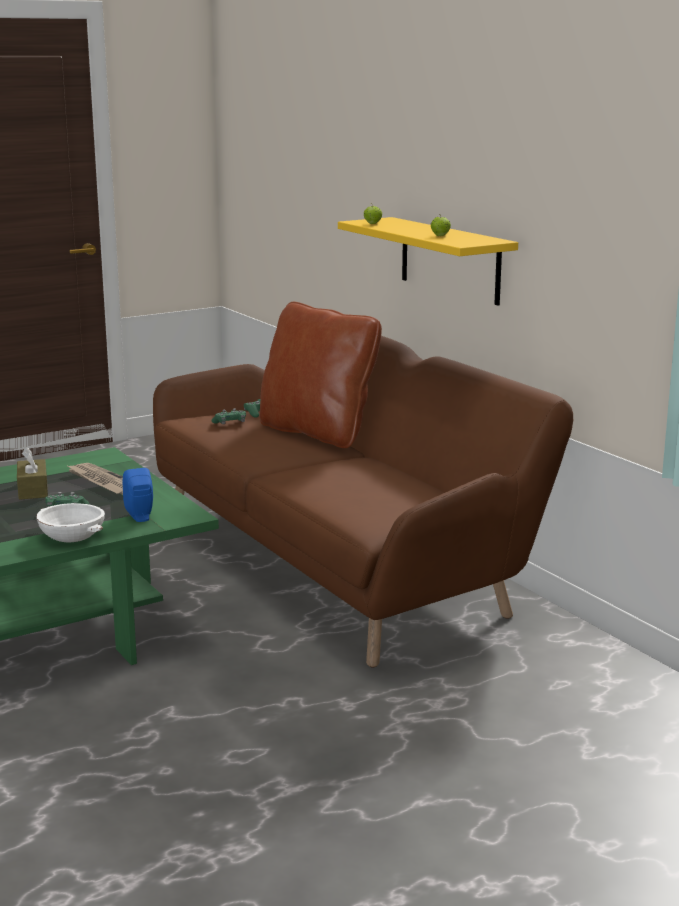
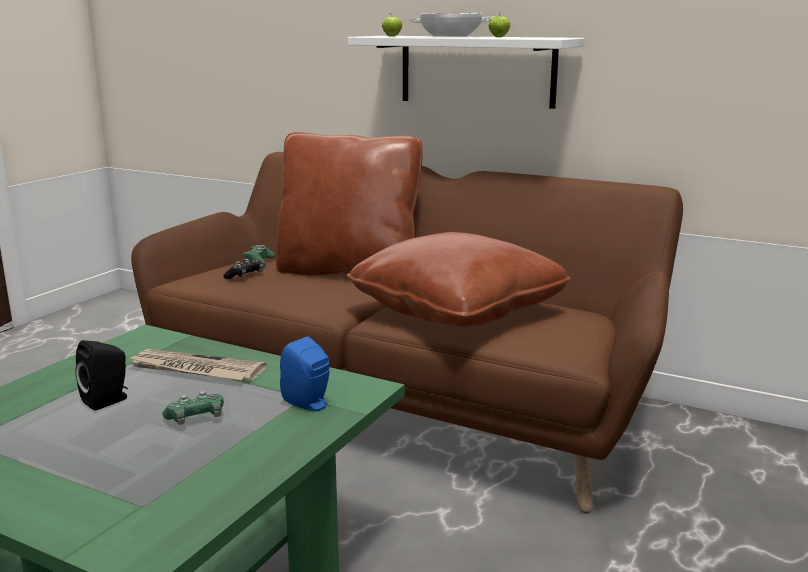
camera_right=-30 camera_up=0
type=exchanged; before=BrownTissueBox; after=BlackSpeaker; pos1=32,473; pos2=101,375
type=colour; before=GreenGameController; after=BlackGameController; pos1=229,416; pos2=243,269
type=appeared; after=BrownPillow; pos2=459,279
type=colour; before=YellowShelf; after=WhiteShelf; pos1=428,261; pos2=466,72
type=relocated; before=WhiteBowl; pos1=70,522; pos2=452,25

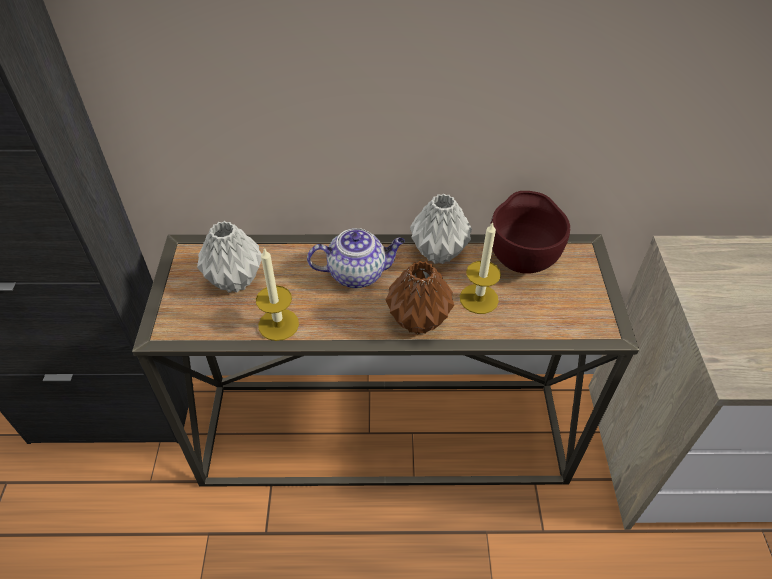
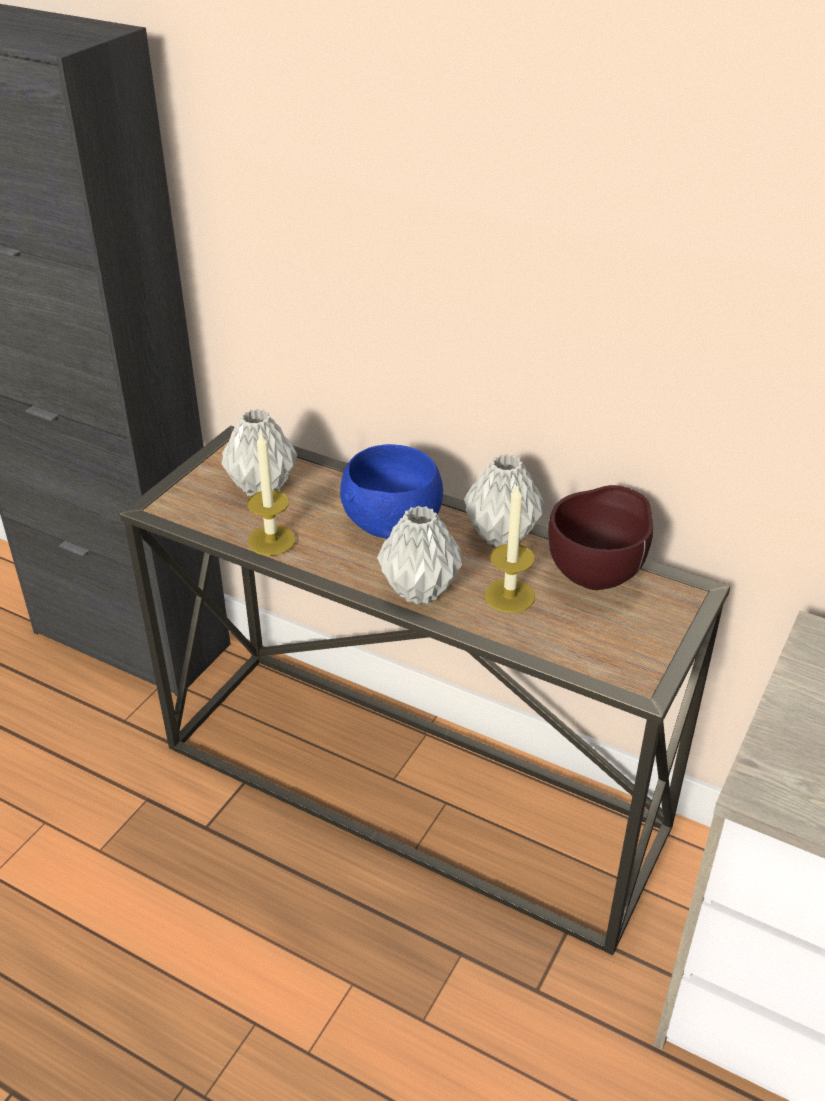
camera_right=30 camera_up=-10
type=exchanged; before=Teapot; after=BlueBowl; pos1=356,258; pos2=391,491
type=colour; before=BrownVase; after=GreyVase; pos1=420,298; pos2=419,555

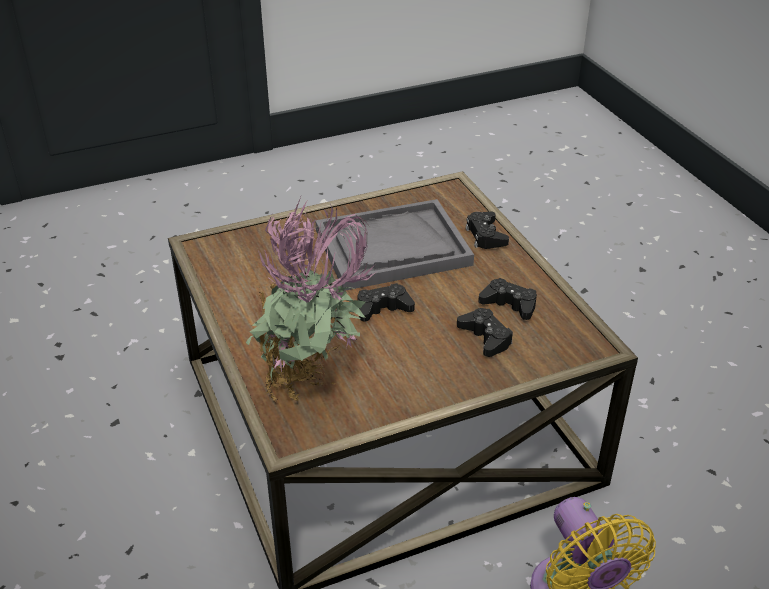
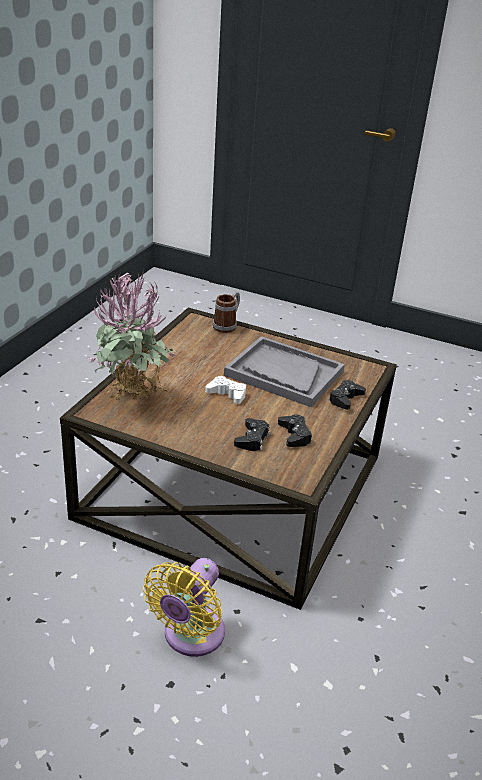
camera_right=45 camera_up=-5
type=colour; before=BlackGameController; after=WhiteGameController; pos1=386,302; pos2=225,390
type=appeared; after=Mug; pos2=226,312

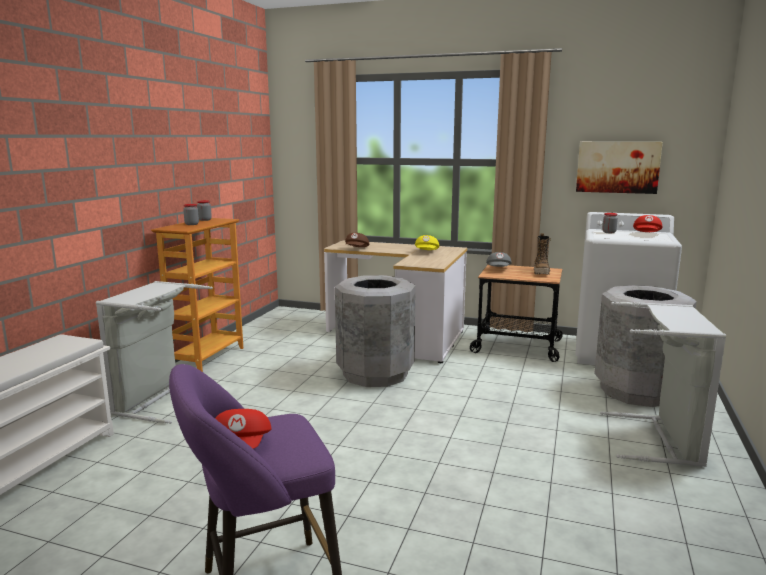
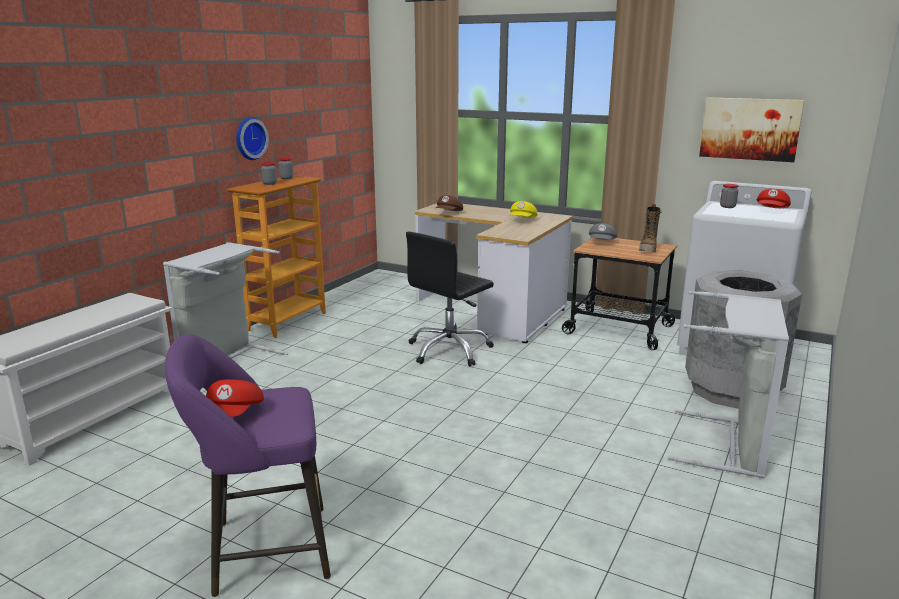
camera_right=10 camera_up=5
type=appeared; after=WallClock; pos2=252,138
type=exchanged; before=GreyTrashCan; after=BlackOfficeChair; pos1=375,331; pos2=450,299

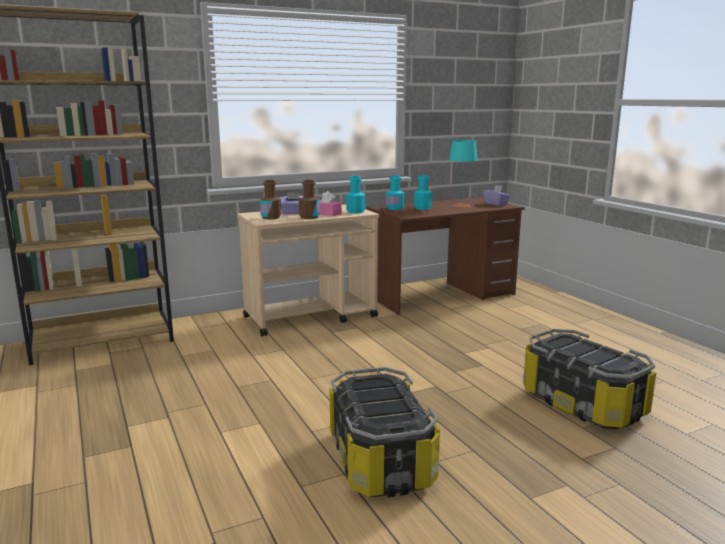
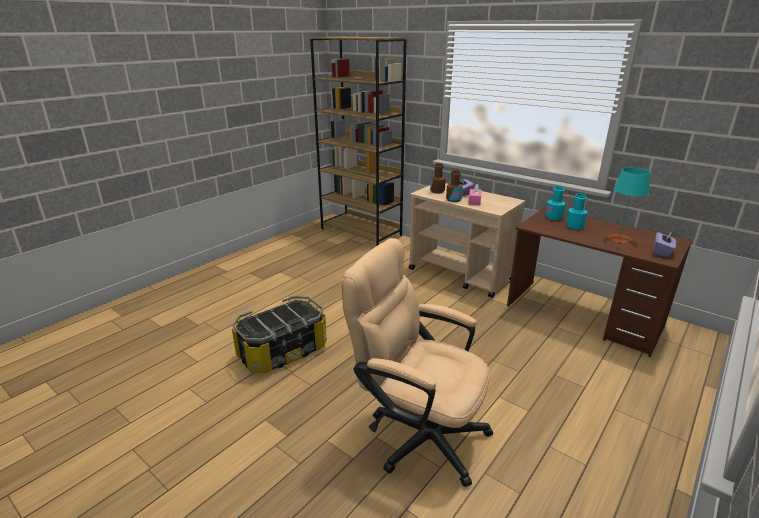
camera_right=65 camera_up=10
type=exchanged; before=StorageBox; after=BeigeOfficeChair; pos1=590,379; pos2=417,362
type=missing; before=TurquoiseBottle; pos1=355,195

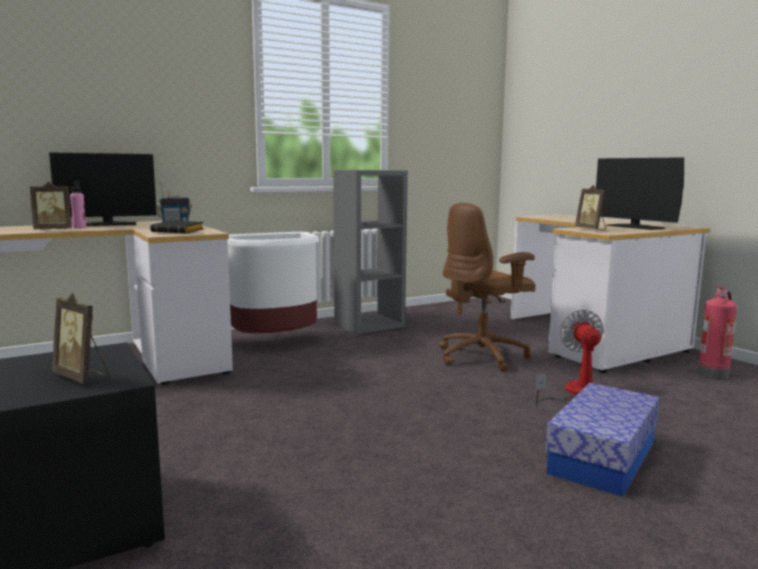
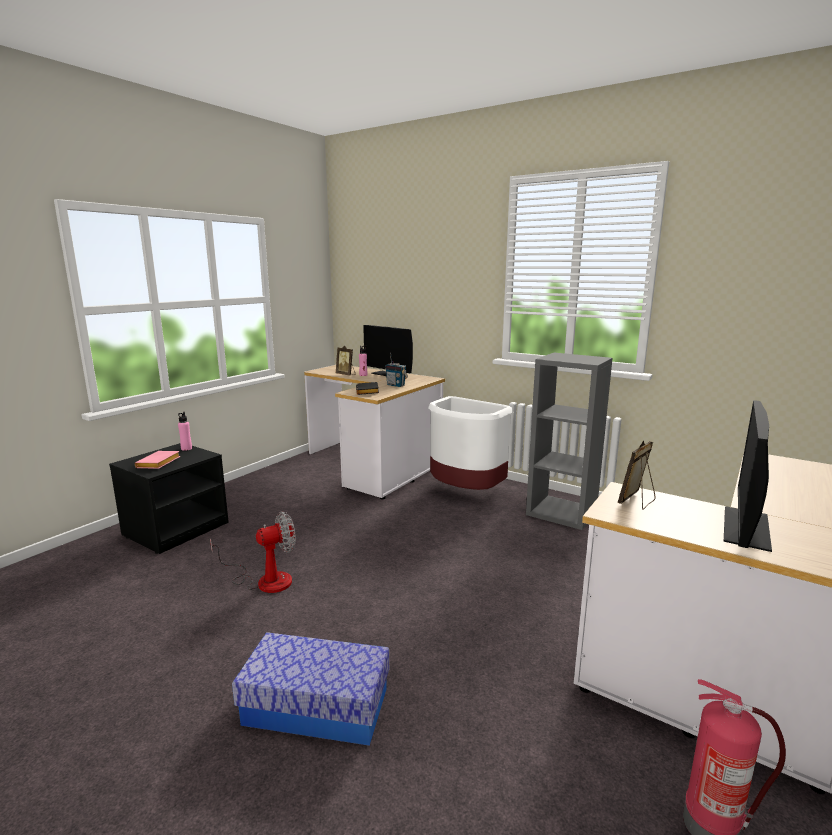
camera_right=65 camera_up=5
type=exchanged; before=PictureFrame; after=PinkBook; pos1=80,338; pos2=157,460
type=appeared; after=PinkBottle; pos2=185,431
type=relocated; before=Fan; pos1=570,358; pos2=253,552
type=missing; before=BrownOfficeChair; pos1=487,287

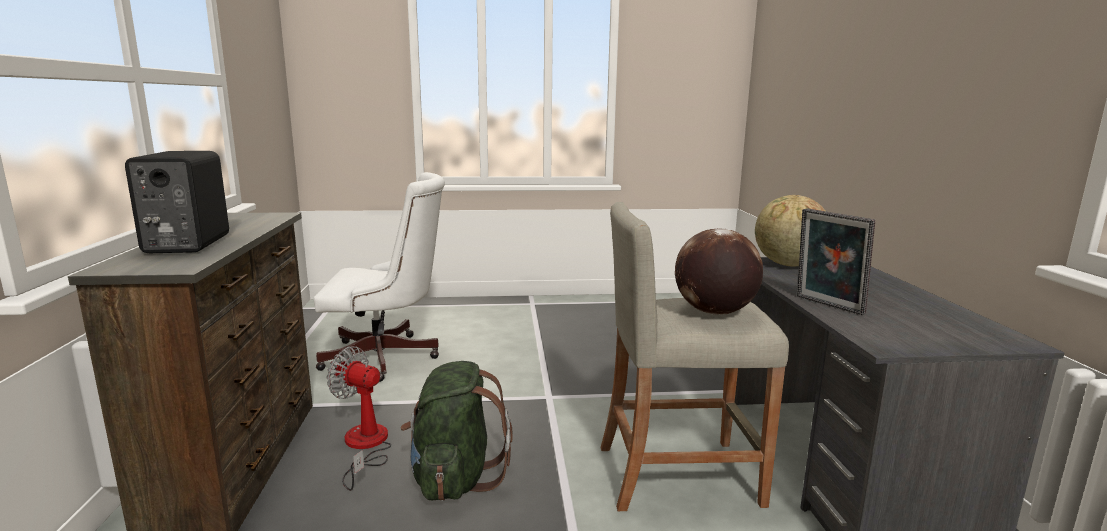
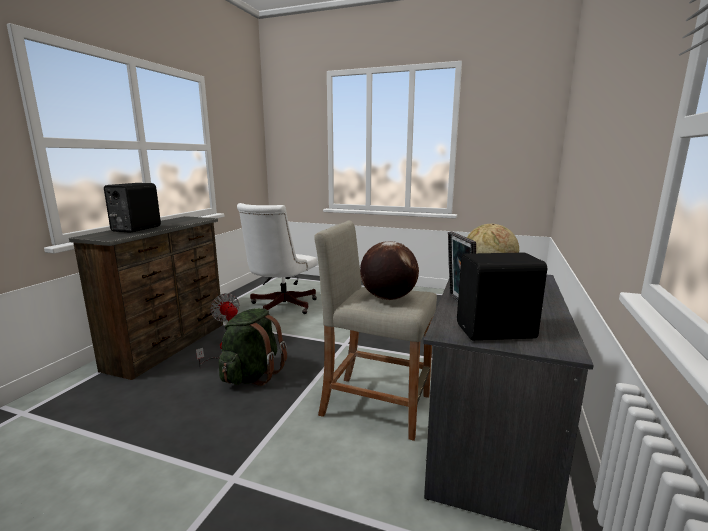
camera_right=25 camera_up=0
type=spun; before=WhiteOfficeChair; pos1=379,277; pos2=277,258; turn=90
type=appeared; after=BlackSpeaker; pos2=502,296

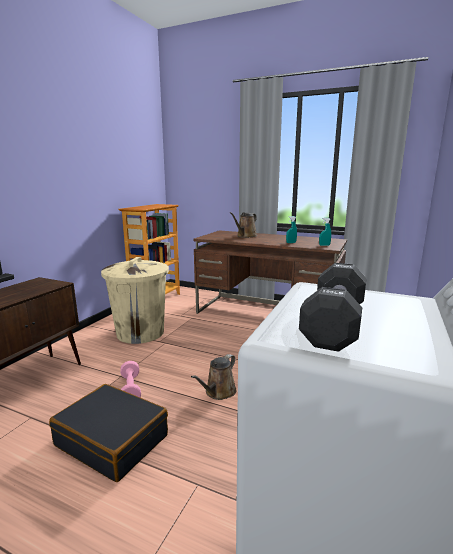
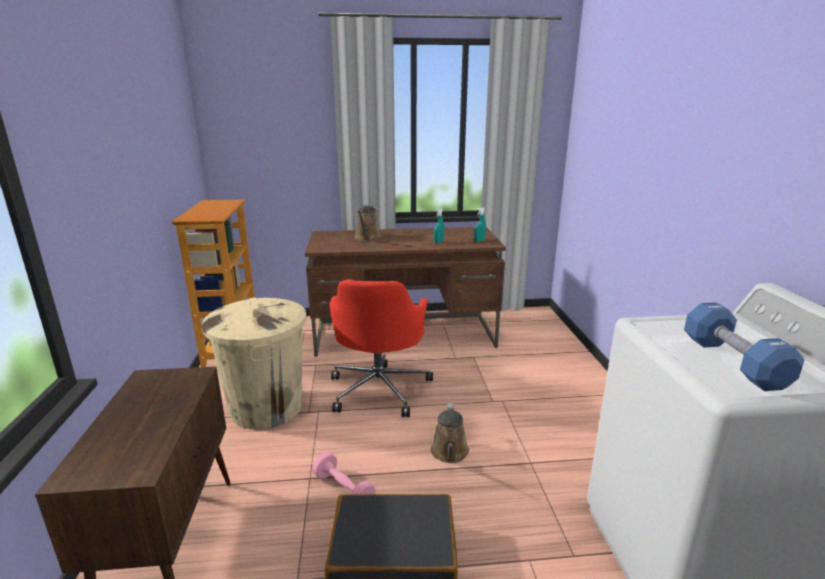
camera_right=-30 camera_up=5
type=appeared; after=RedOfficeChair; pos2=381,348
type=colour; before=BlackDumbbell; after=BlueDumbbell; pos1=333,307; pos2=744,346

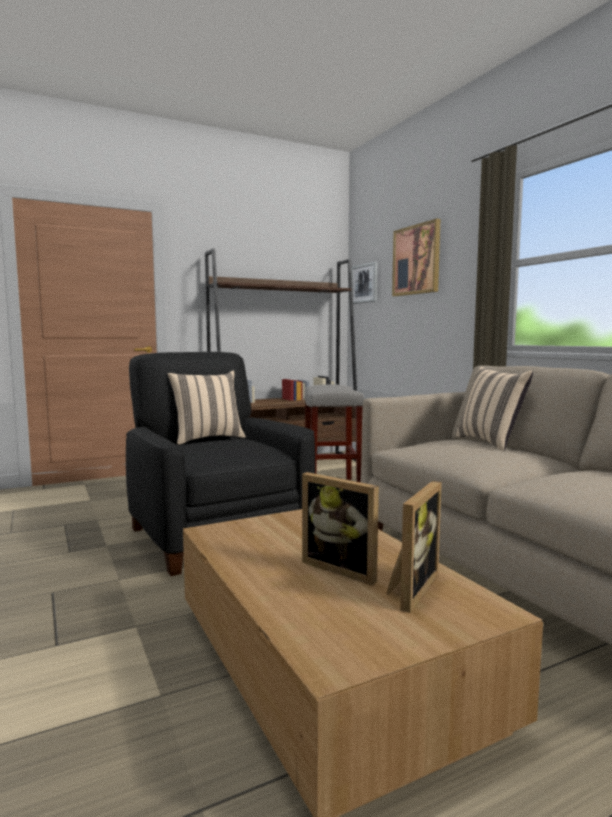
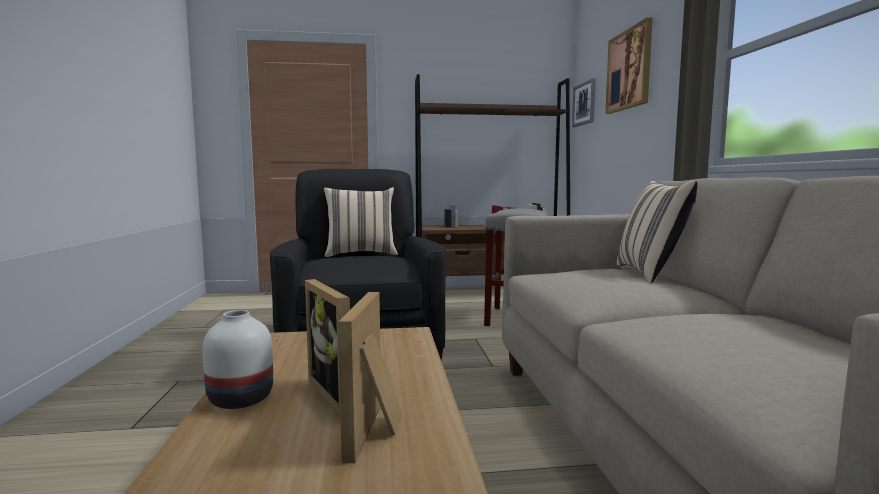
camera_right=20 camera_up=0
type=appeared; after=WhiteVase; pos2=237,359
type=spun; before=PictureFrame; pos1=414,547; pos2=370,377; turn=135

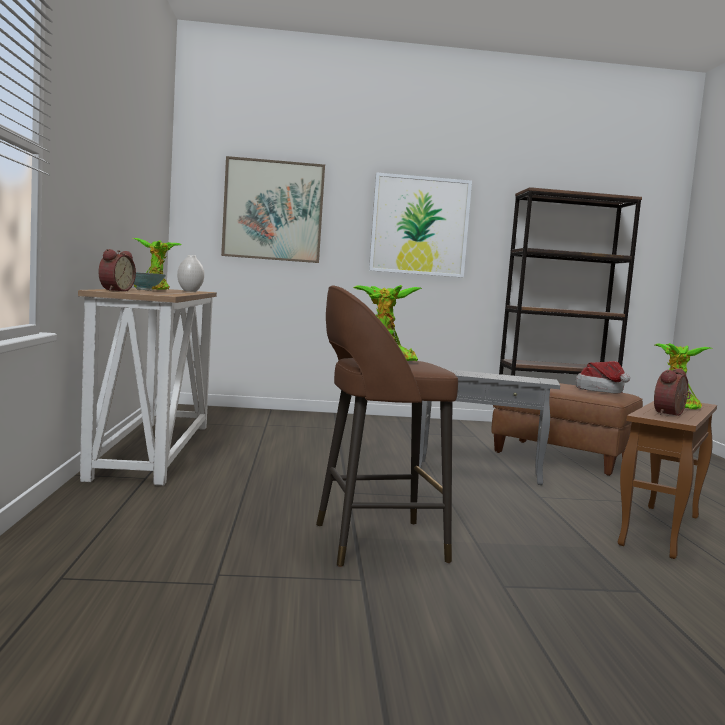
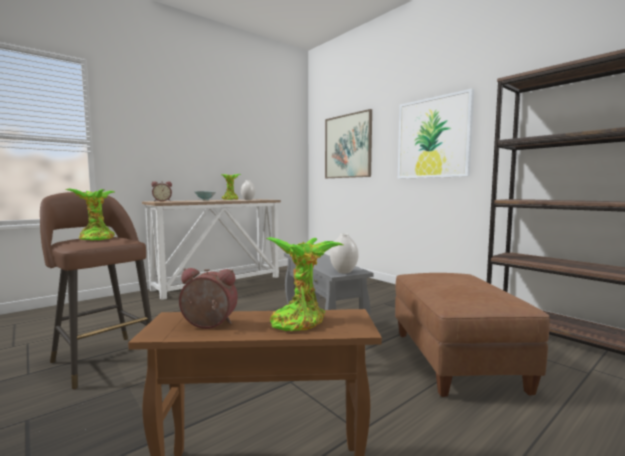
camera_right=55 camera_up=0
type=appeared; after=WhiteVase; pos2=344,253
type=missing; before=Hat; pos1=603,377

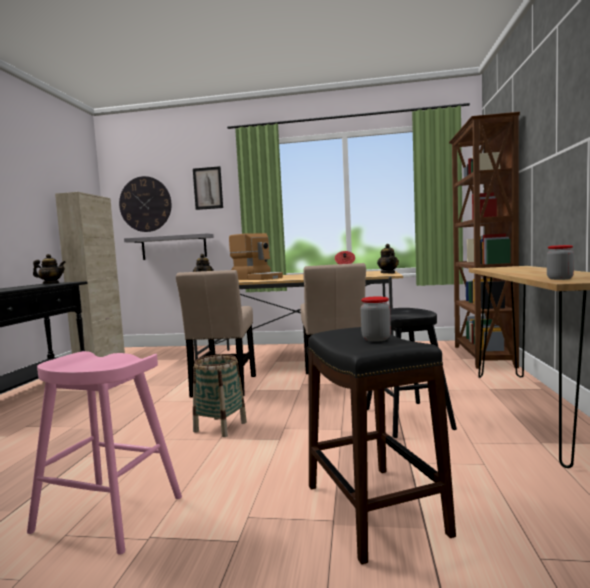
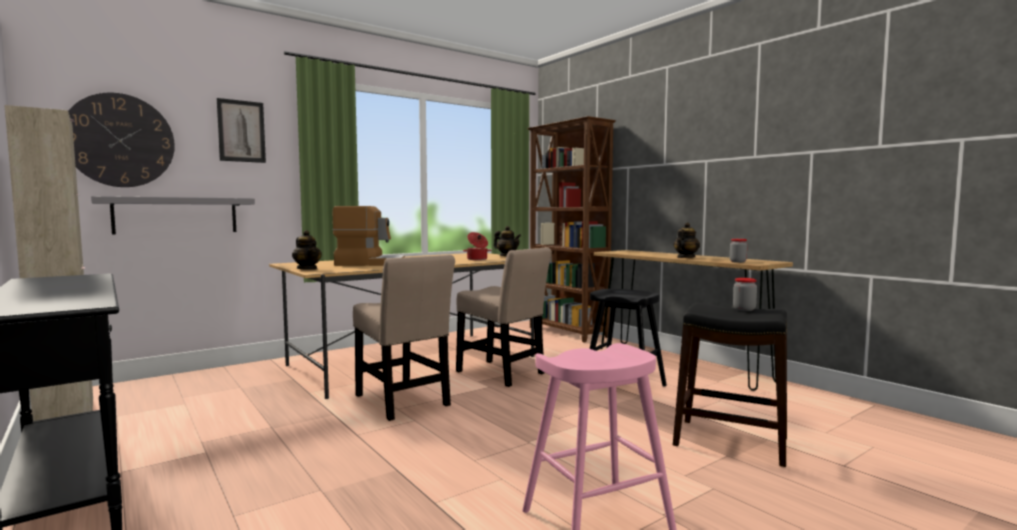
camera_right=-45 camera_up=0
type=relocated; before=Teapot; pos1=49,269; pos2=687,240
type=missing; before=Basket; pos1=220,395

